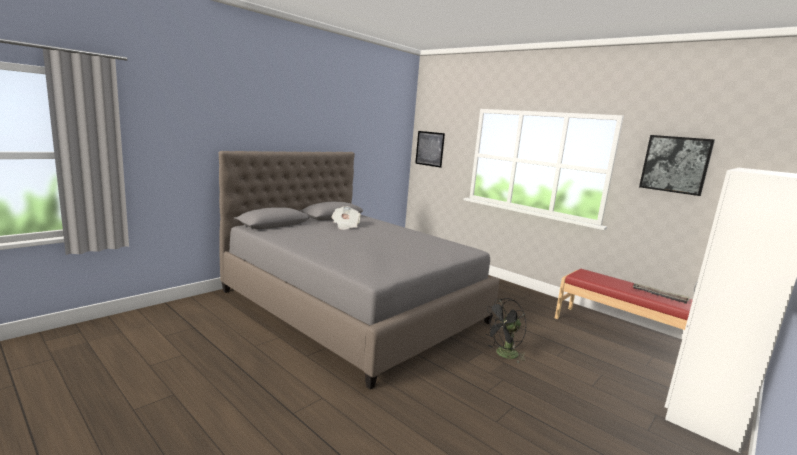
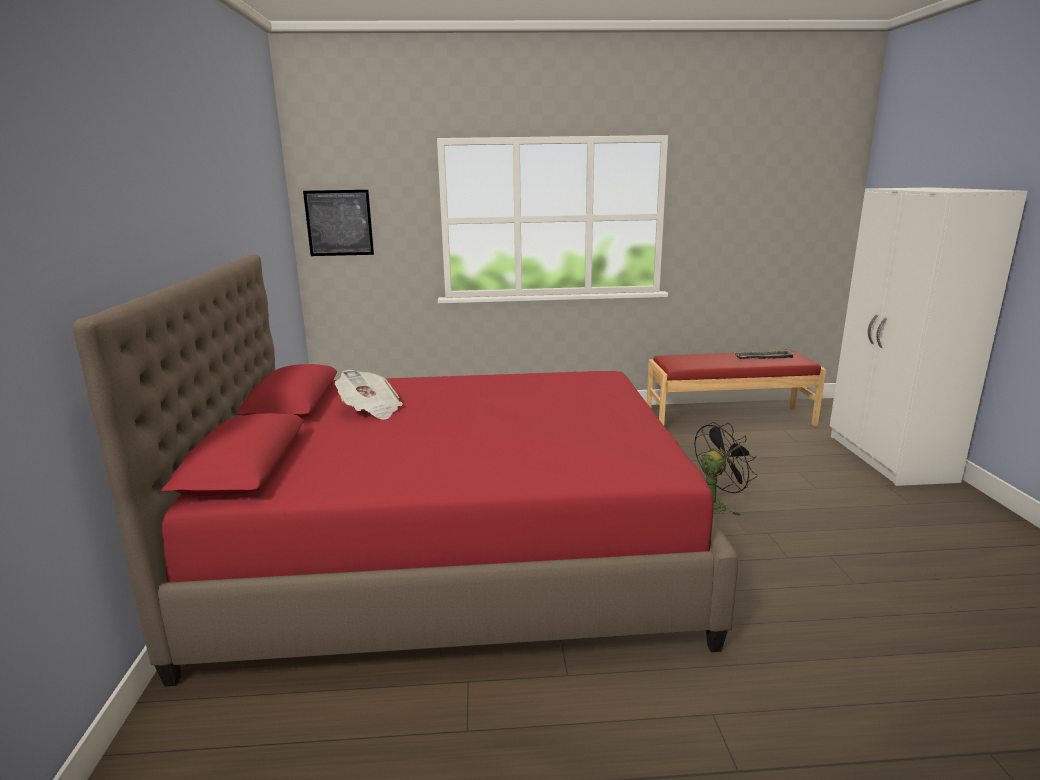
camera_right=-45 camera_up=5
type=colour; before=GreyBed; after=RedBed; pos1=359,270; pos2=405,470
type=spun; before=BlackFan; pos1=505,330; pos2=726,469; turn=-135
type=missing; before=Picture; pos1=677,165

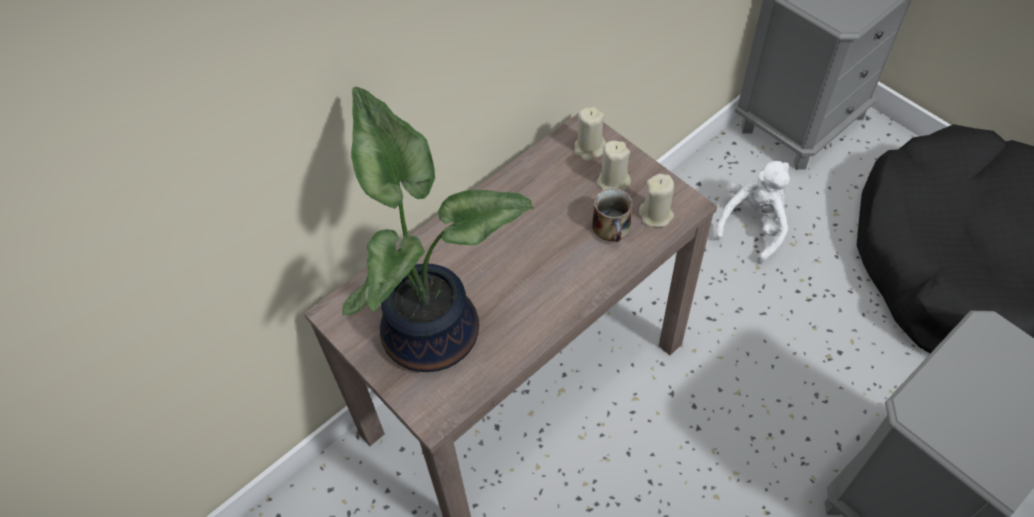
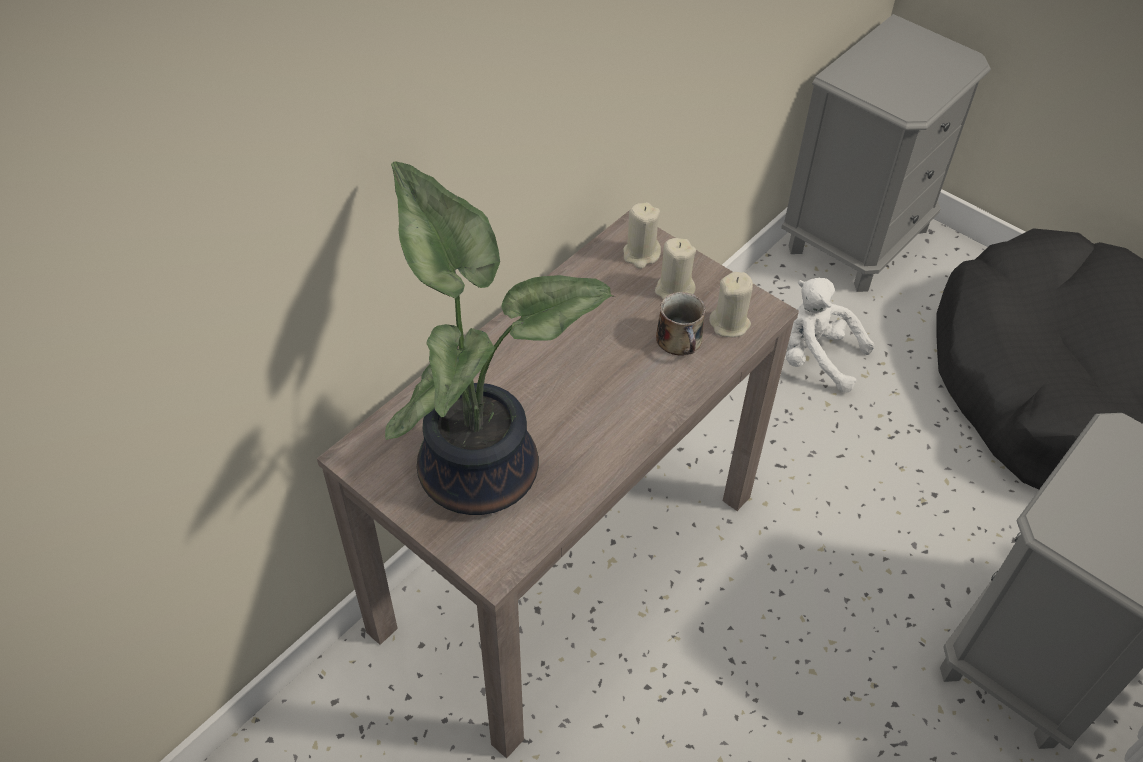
camera_right=-10 camera_up=-5
type=spun; before=WhitePlushToy; pos1=751,212; pos2=830,335; turn=-90

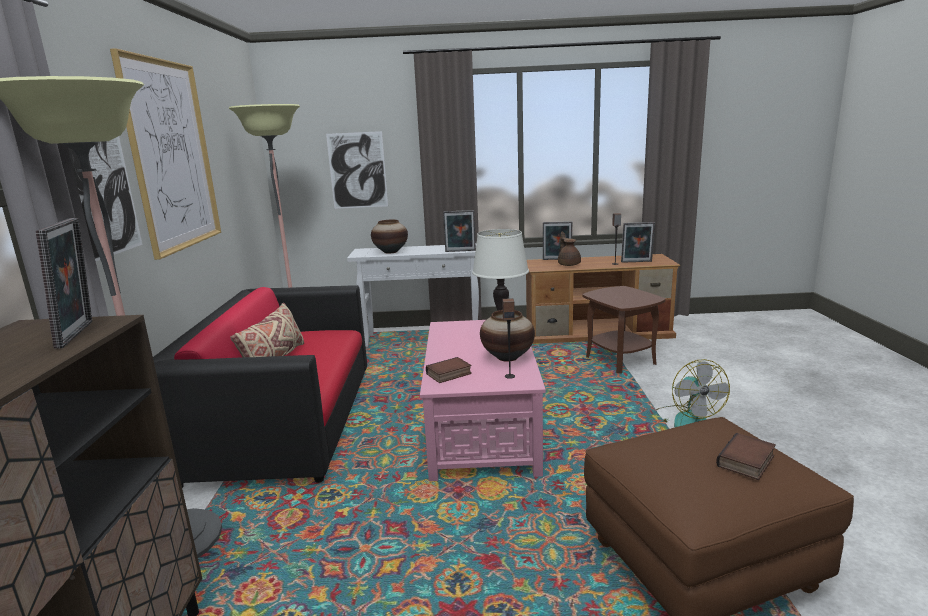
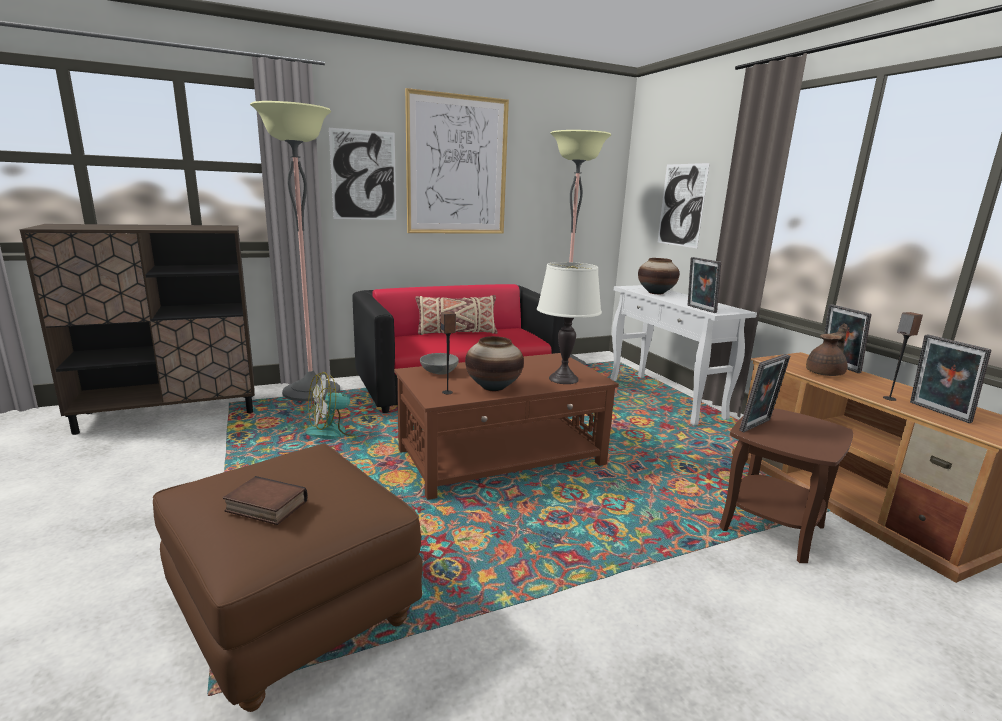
camera_right=65 camera_up=0
type=relocated; before=Fan; pos1=693,393; pos2=335,405
type=colour; before=PinkCoffeeTable; after=BrownCoffeeTable; pos1=483,400; pos2=506,426
type=exchanged; before=Book; after=GreyBowl; pos1=449,370; pos2=439,364
type=relocated; before=PictureFrame; pos1=64,283; pos2=764,393

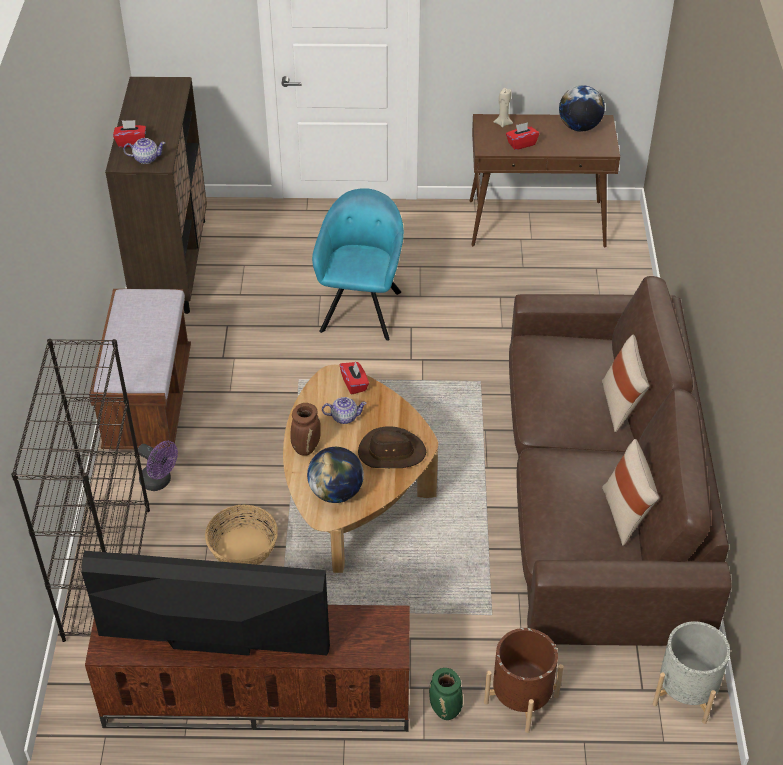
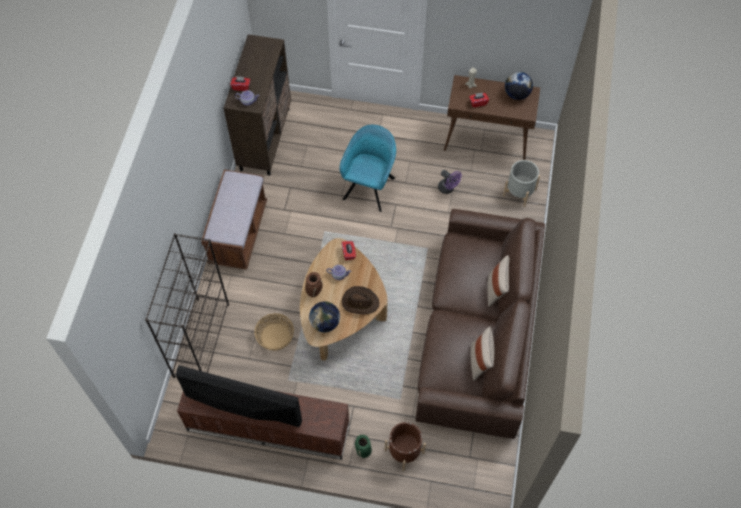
camera_right=10 camera_up=15
type=relocated; before=PurpleFan; pos1=158,466; pos2=450,182
type=relocated; before=GreyPlanter; pos1=691,672; pos2=521,183

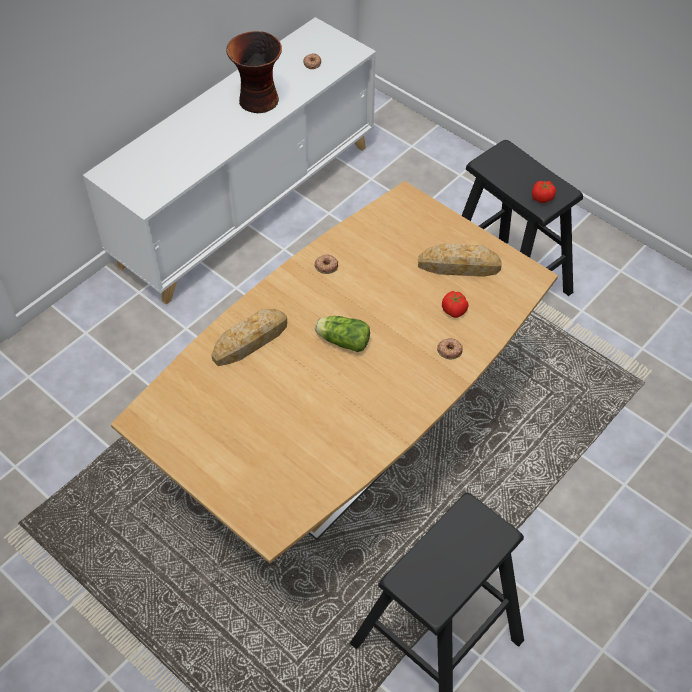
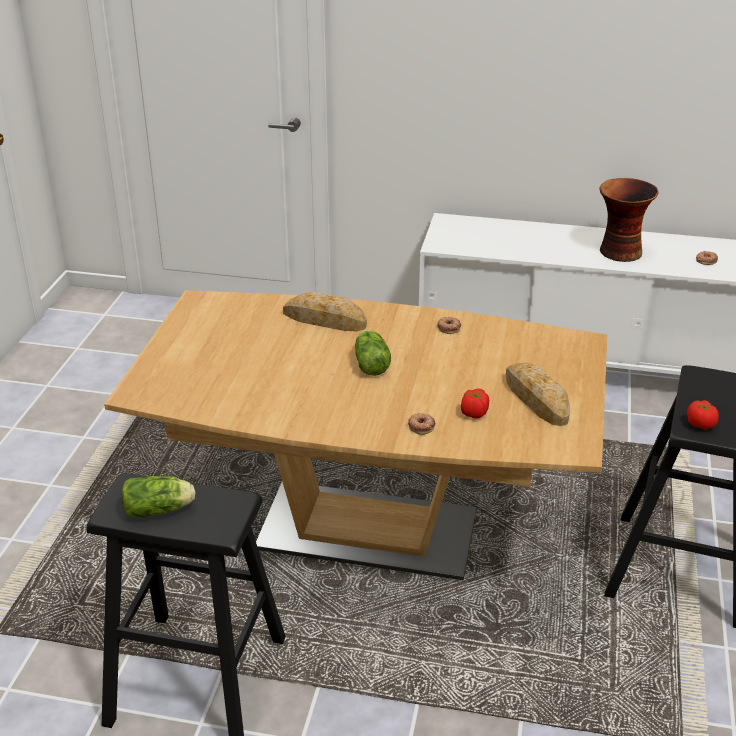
camera_right=60 camera_up=-20
type=appeared; after=Lettuce; pos2=159,497

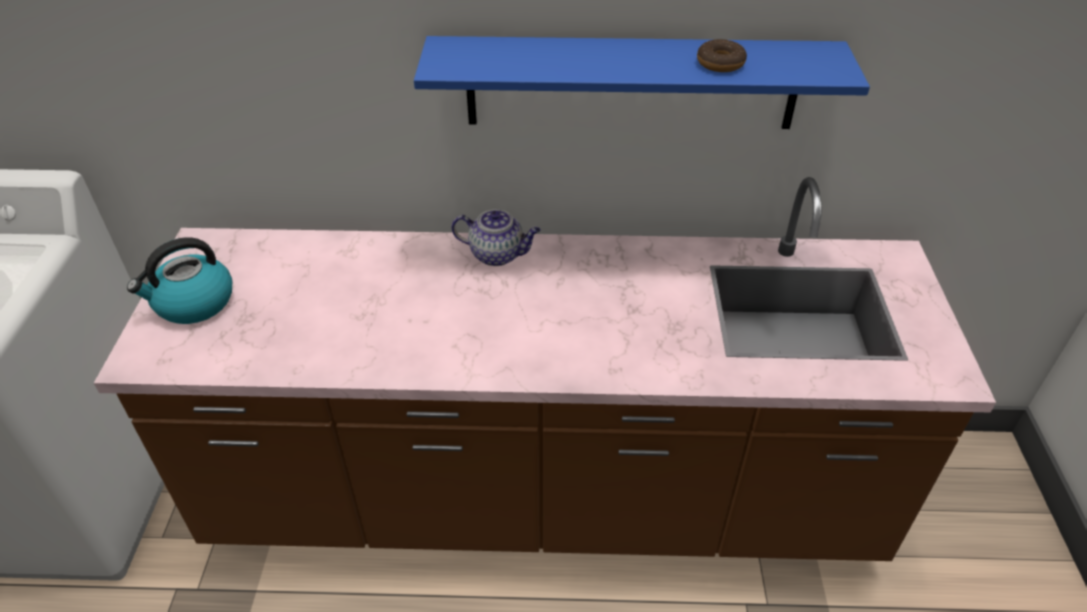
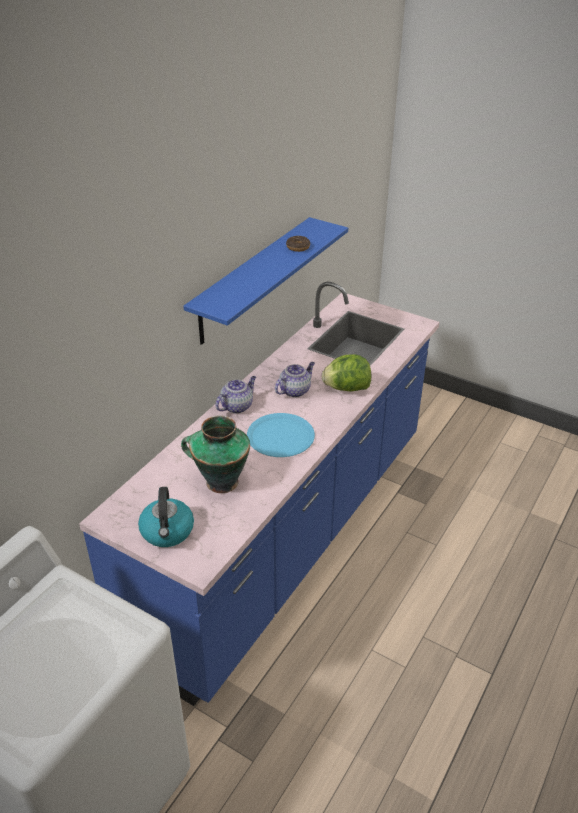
camera_right=-60 camera_up=-5
type=colour; before=BrownCounter; after=BlueCounter; pos1=545,369; pos2=259,494
type=appeared; after=Vase; pos2=215,454
type=appeared; after=BluePlate; pos2=281,435
type=appeared; after=Teapot; pos2=295,380
type=appeared; after=Lettuce; pos2=346,373

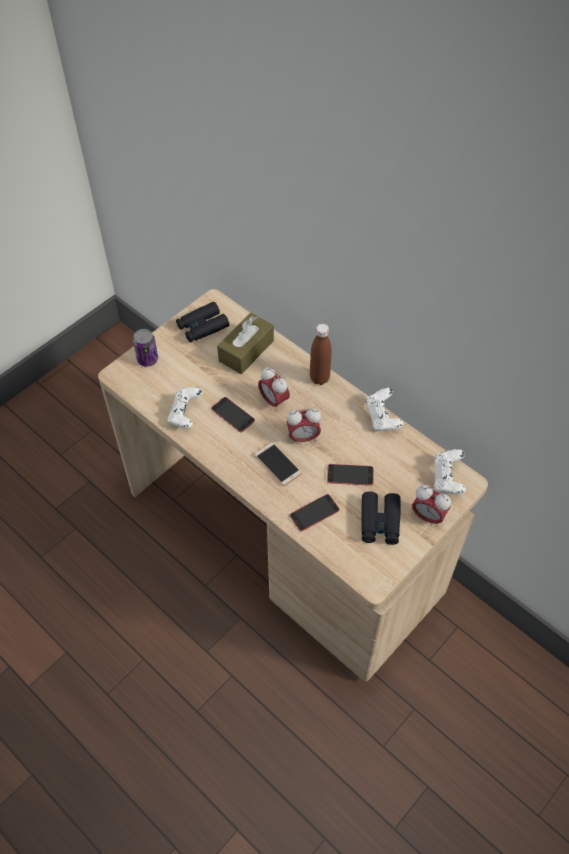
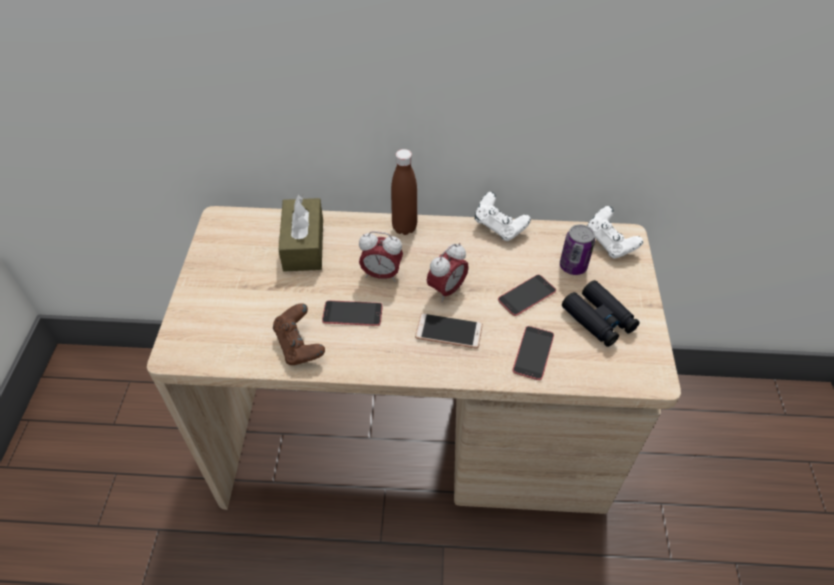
camera_right=-40 camera_up=-5
type=colour; before=WhiteGameController; after=BrownGameController; pos1=185,407; pos2=299,334
type=relocated; before=Can; pos1=145,348; pos2=577,249
type=missing; before=BlackBinoculars; pos1=202,322
type=missing; before=AlarmClock; pos1=431,506

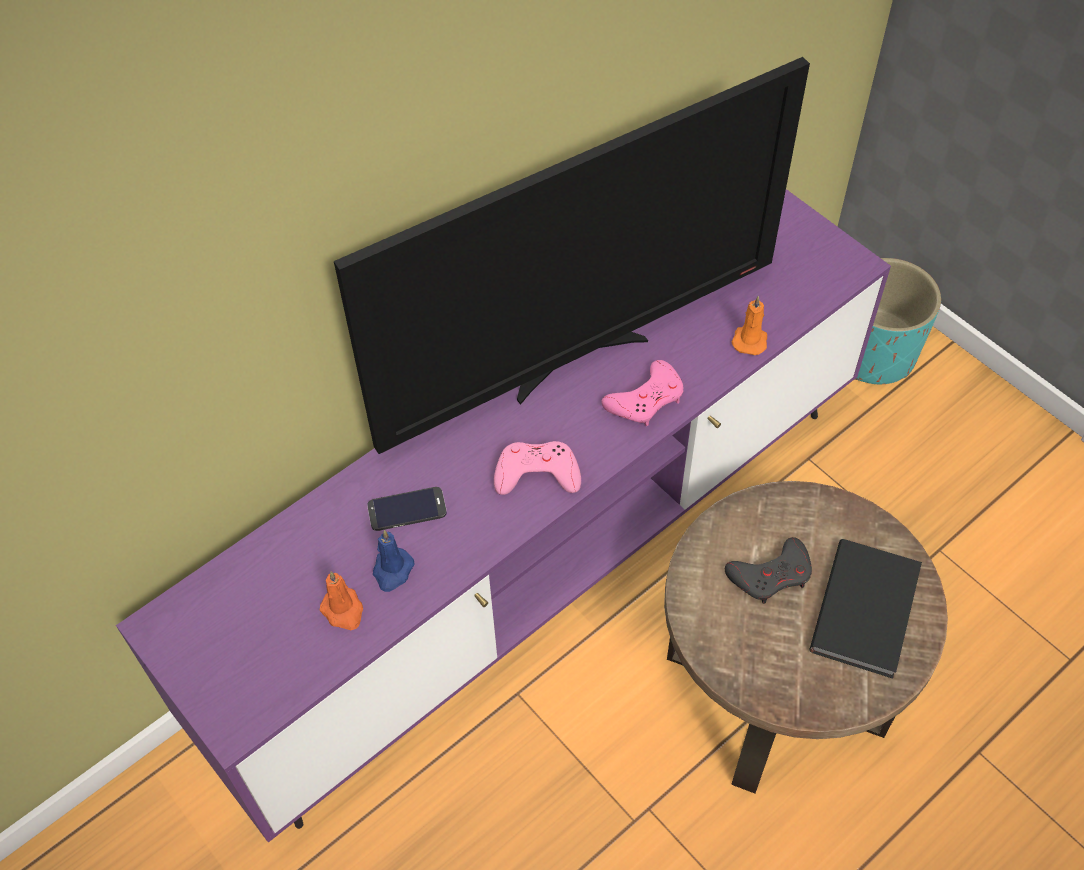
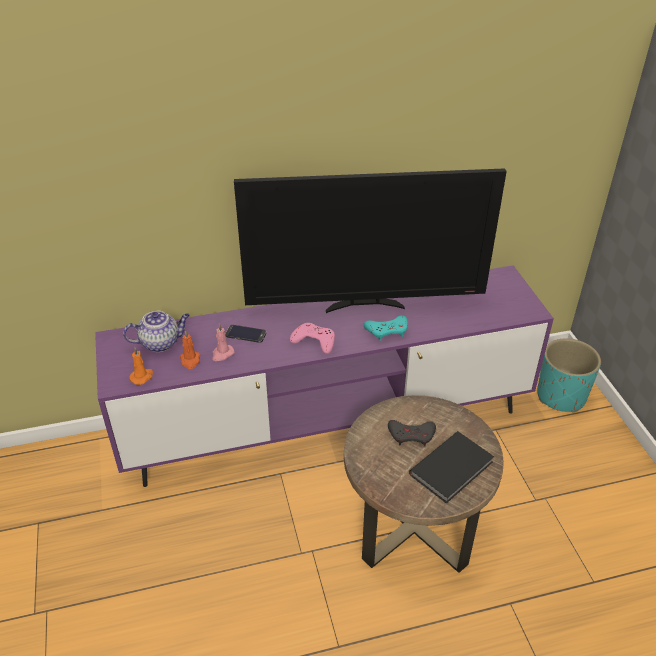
camera_right=25 camera_up=-15
type=appeared; after=Teapot; pos2=156,331
type=relocated; before=OrangeCandle; pos1=749,325; pos2=141,366
type=colour; before=BlueCandle; after=PinkCandle; pos1=393,561; pos2=223,342
type=colour; before=PinkGameController; after=TurquoiseGameController; pos1=643,393; pos2=386,328

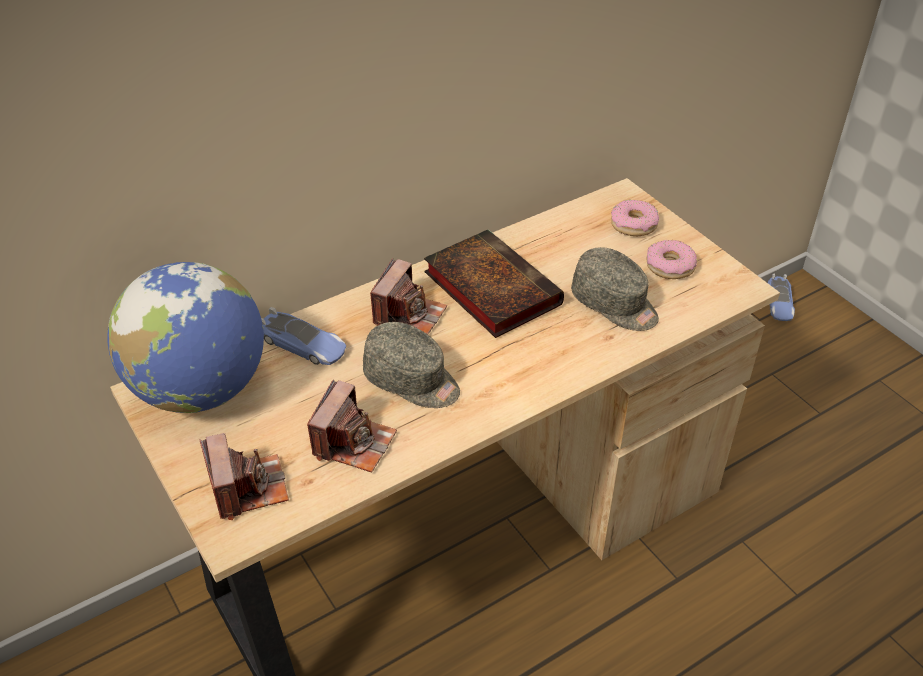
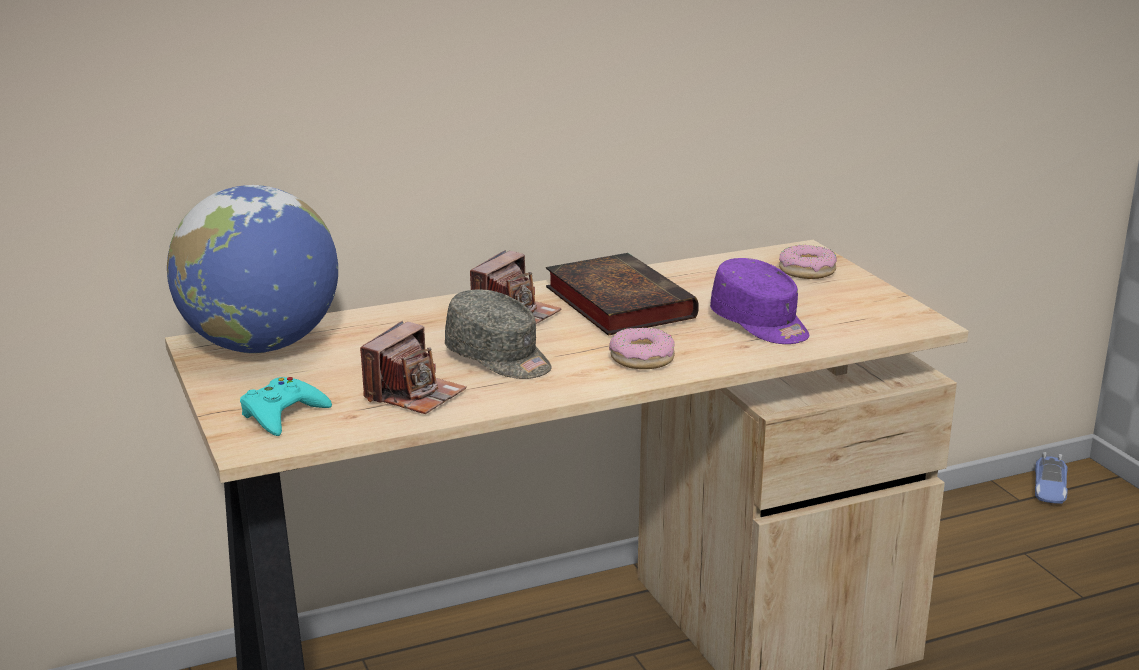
camera_right=10 camera_up=-20
type=exchanged; before=PhotoCamera; after=TurquoiseGameController; pos1=244,476; pos2=286,406
type=relocated; before=Donut; pos1=671,259; pos2=642,348
type=colour; before=GreyCap; after=PurpleCap; pos1=615,289; pos2=759,301
type=missing; before=ToyCar; pos1=303,336

